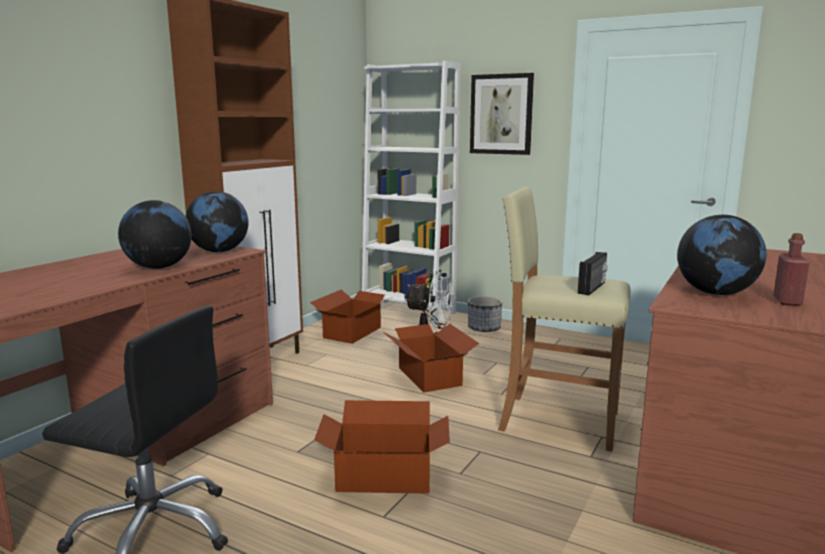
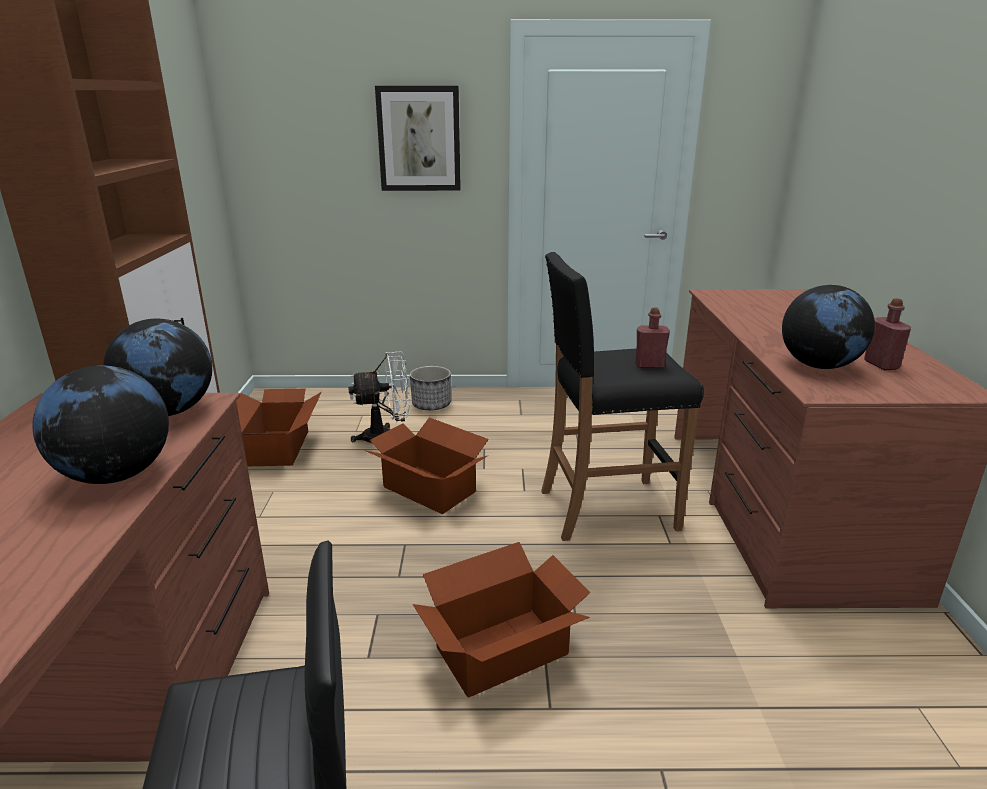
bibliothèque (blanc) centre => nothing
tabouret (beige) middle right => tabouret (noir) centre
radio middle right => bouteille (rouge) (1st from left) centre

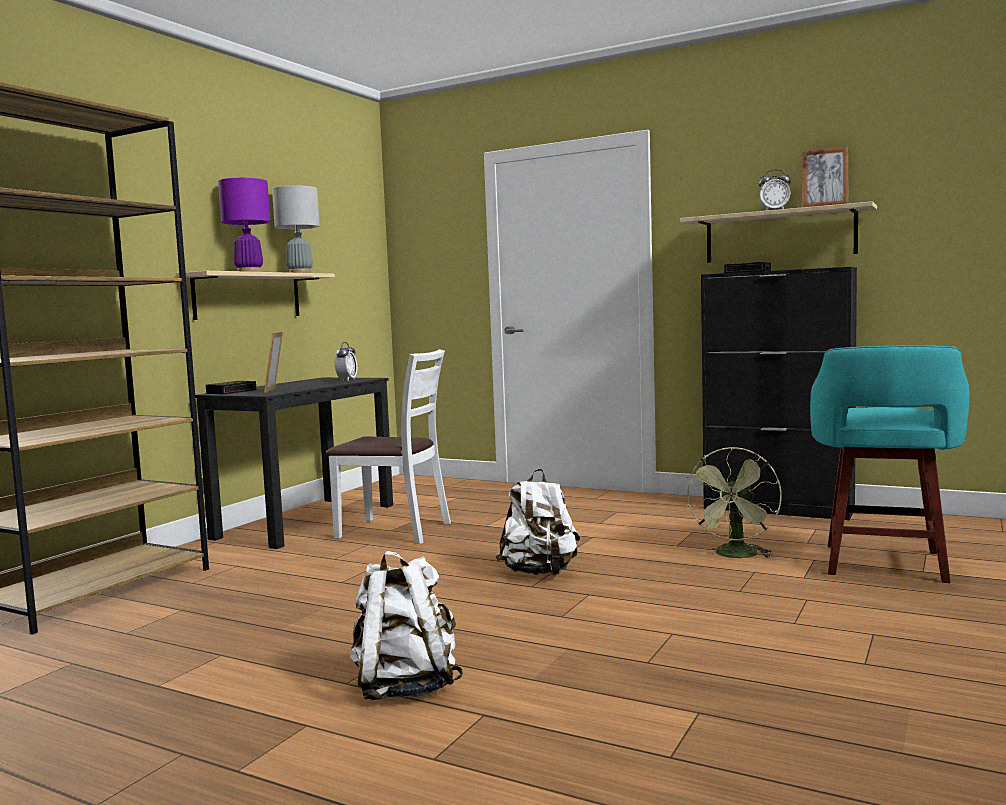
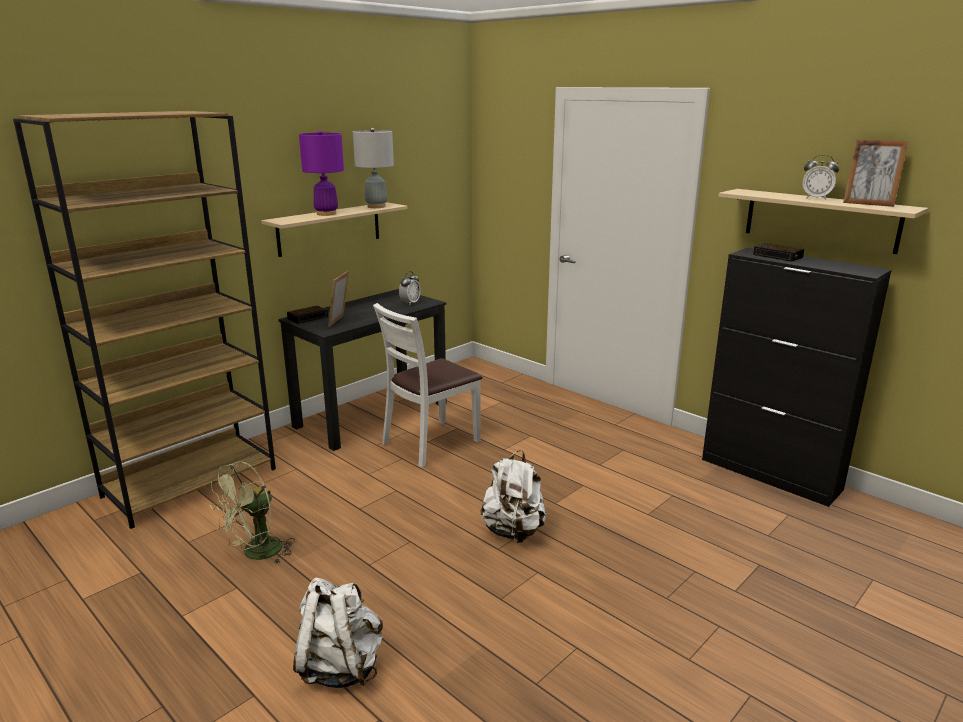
chaise (blanc) centre, 105 degrees clockwise
ventilateur (vert) middle right => ventilateur (vert) bottom left, moved
tabouret (turquoise) middle right => nothing

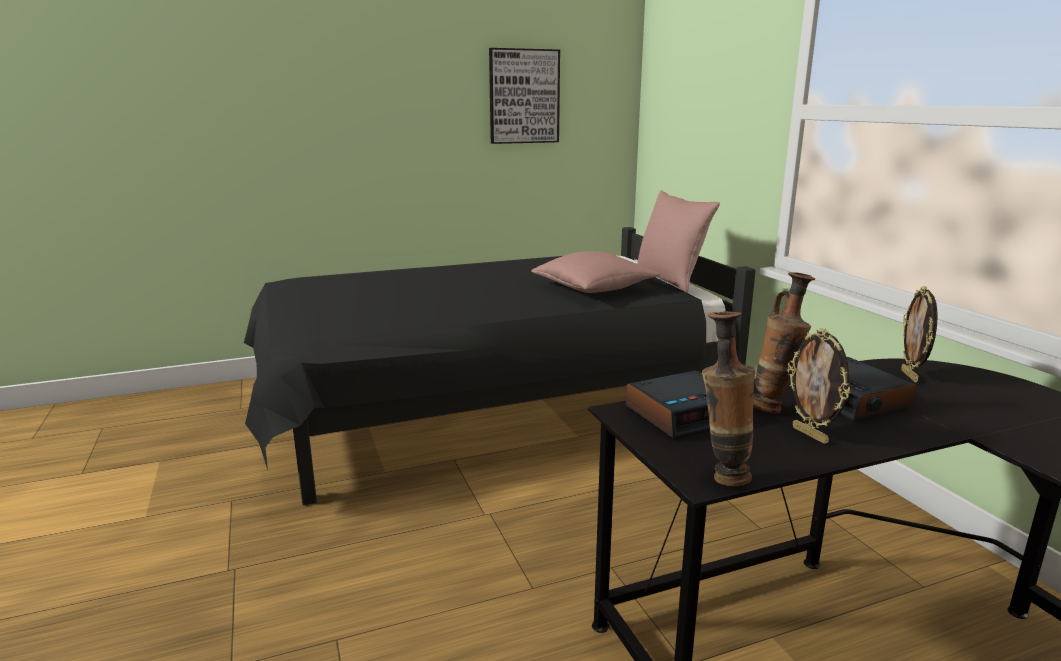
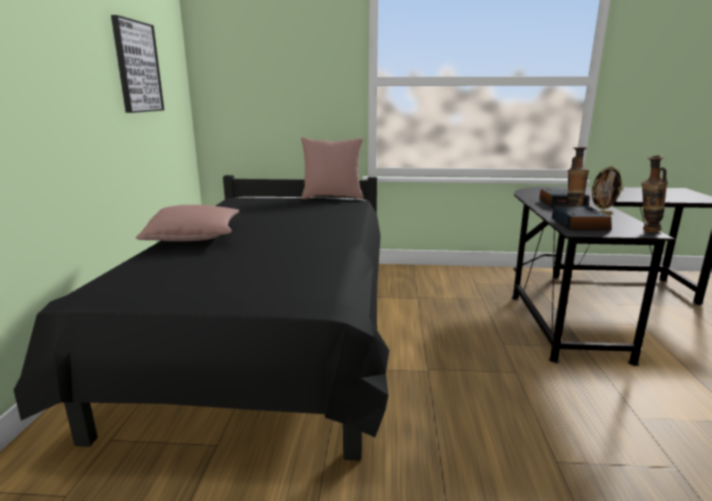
coussin (rose) (1st from left) centre => coussin (rose) (1st from left) middle left, moved
cadre photo (2nd from left) middle right => nothing

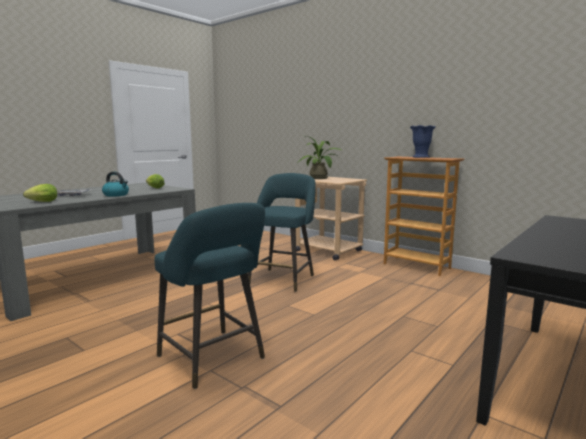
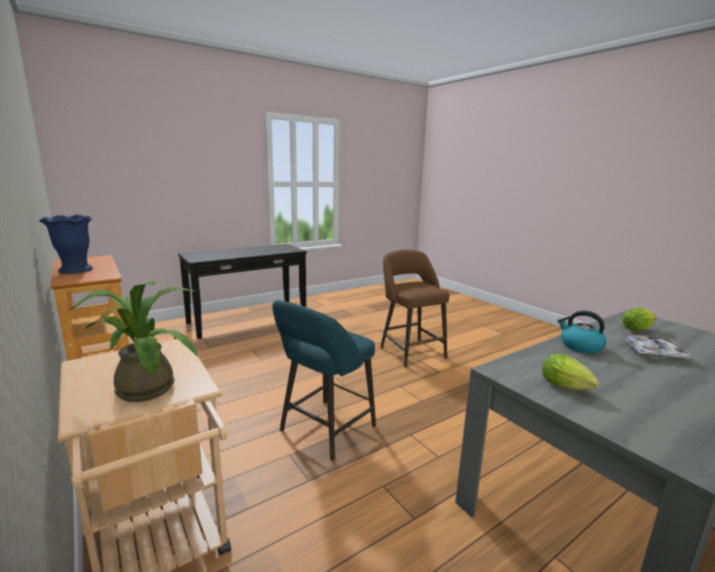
tabouret (turquoise) (1st from left) bottom centre => tabouret (marron) centre

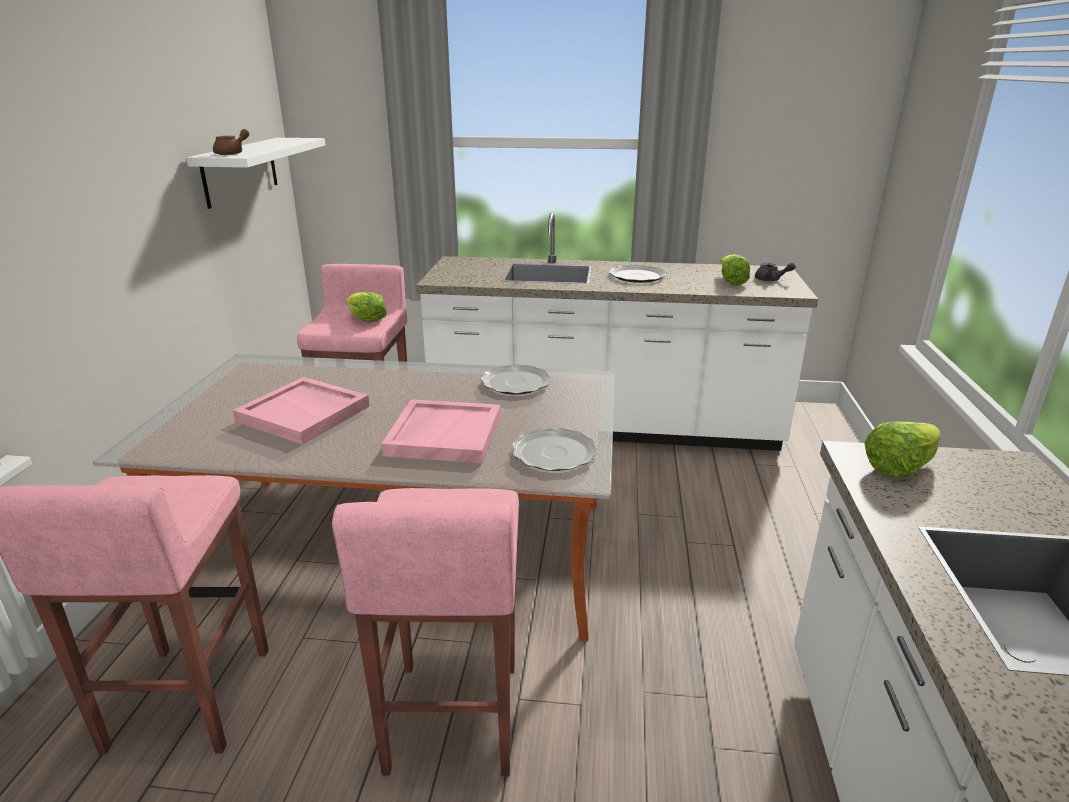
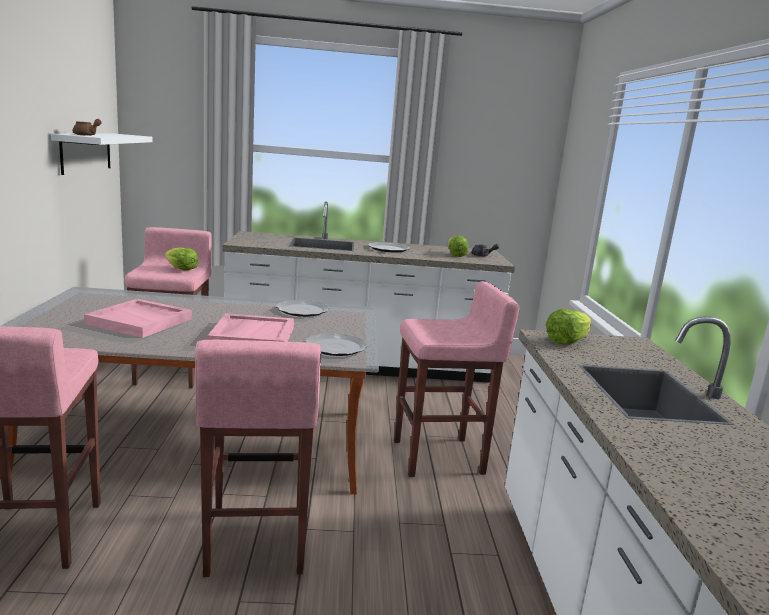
nothing => tabouret (rose) (4th from left) centre

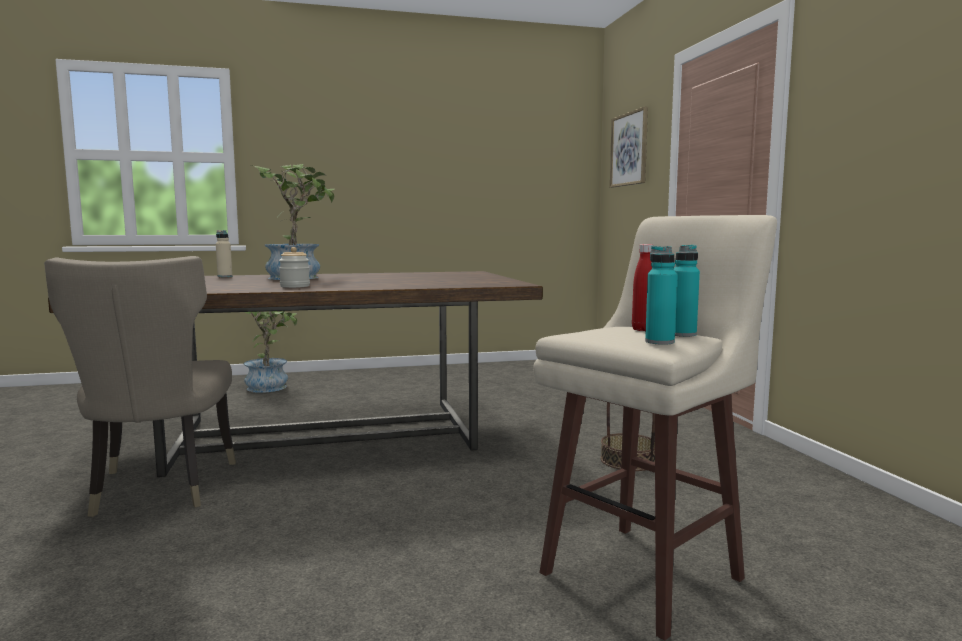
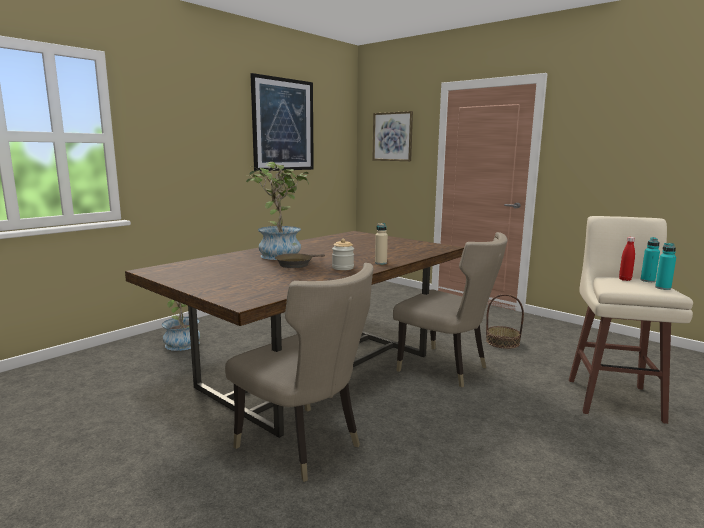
bouteille (beige) middle left => bouteille (beige) centre, moved
nothing => tableau (1st from left) top centre
nothing => poêle (marron) centre
nothing => chaise (beige) (2nd from left) centre

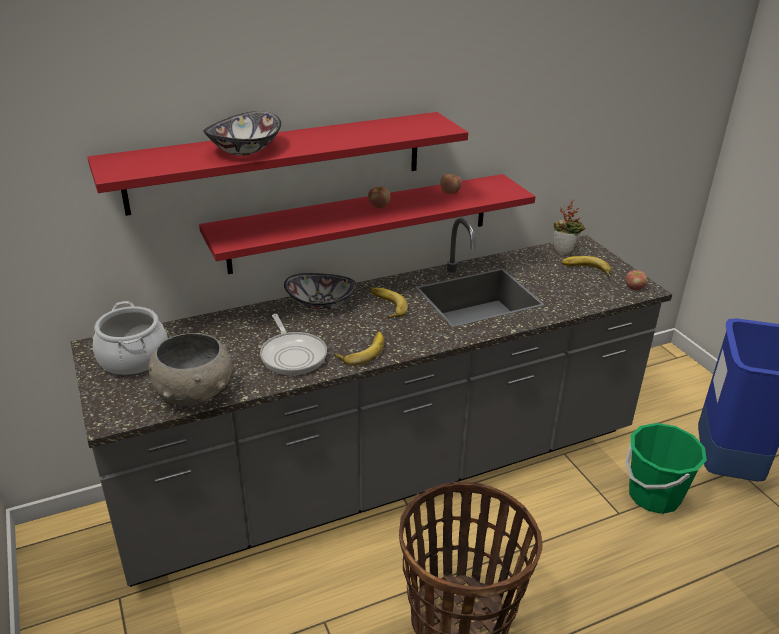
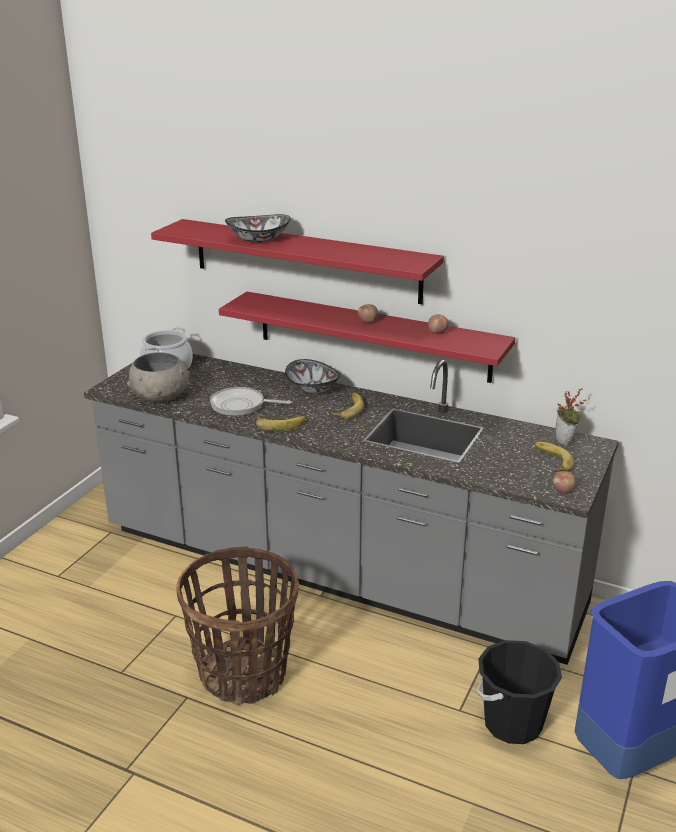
poêle centre, 75 degrees clockwise
seau (vert) bottom right => seau (noir) bottom right

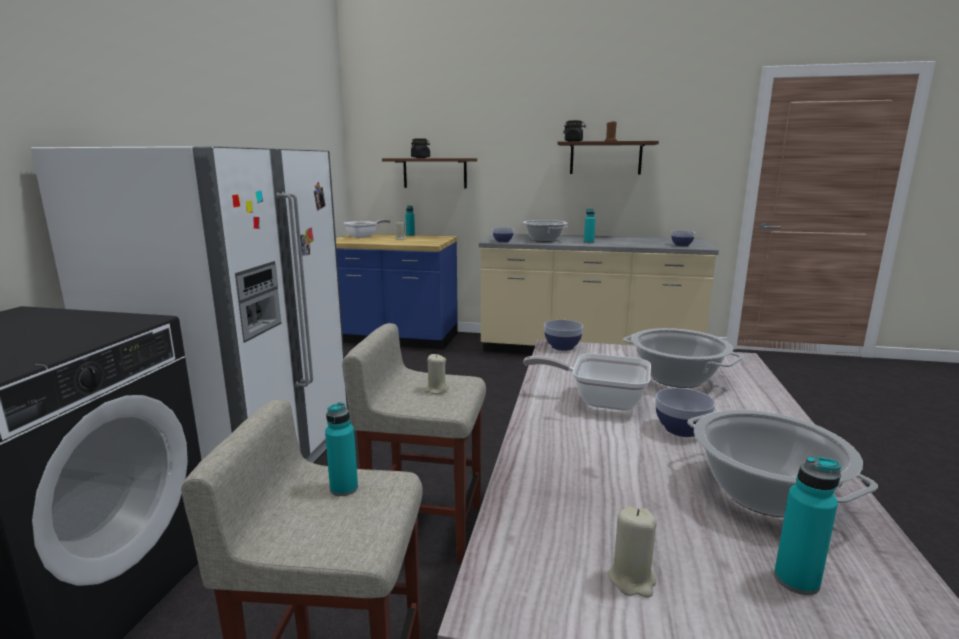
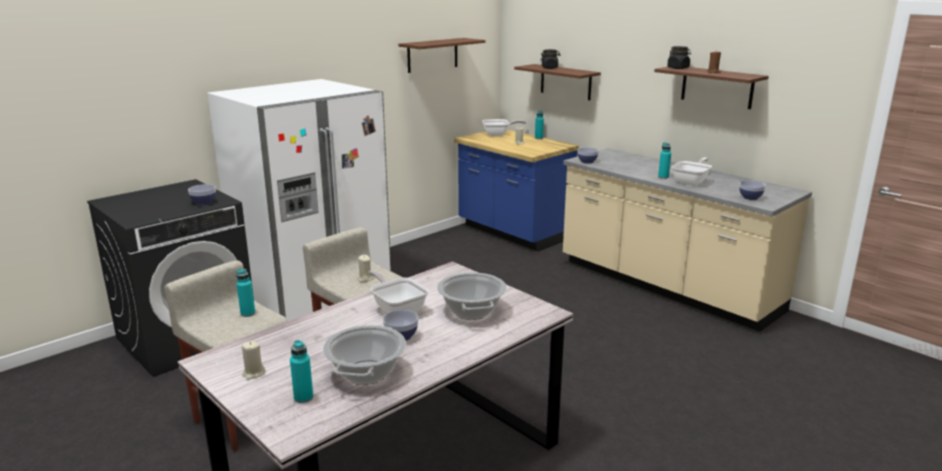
marmite (1st from left) centre => nothing
bol (2nd from left in the first image) centre => bol (1st from left) middle left, moved
nothing => étagère (marron) (1st from left) top centre
nothing => poêle (3rd from left) middle right

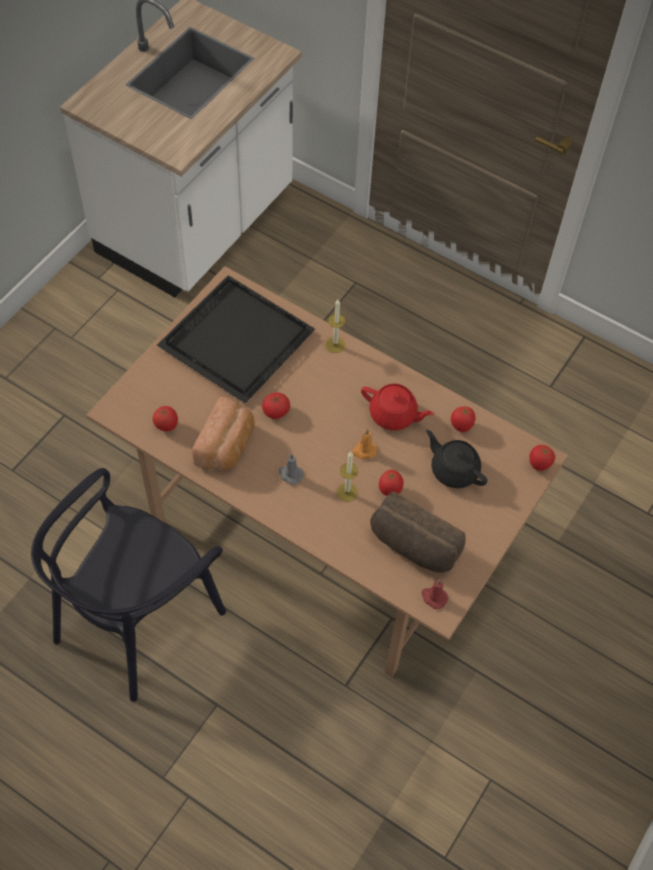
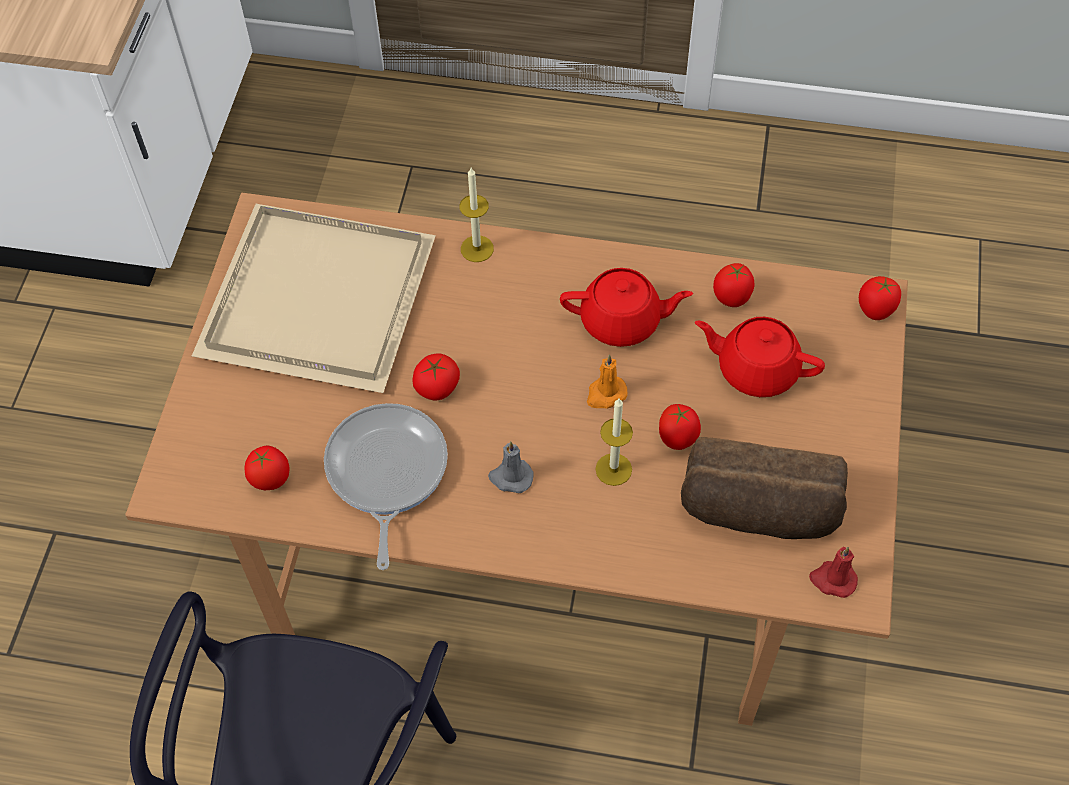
plateau (noir) centre => plateau (beige) middle left
pain (1st from left) centre => poêle centre
théière (noir) middle right => théière (rouge) (2nd from left) middle right

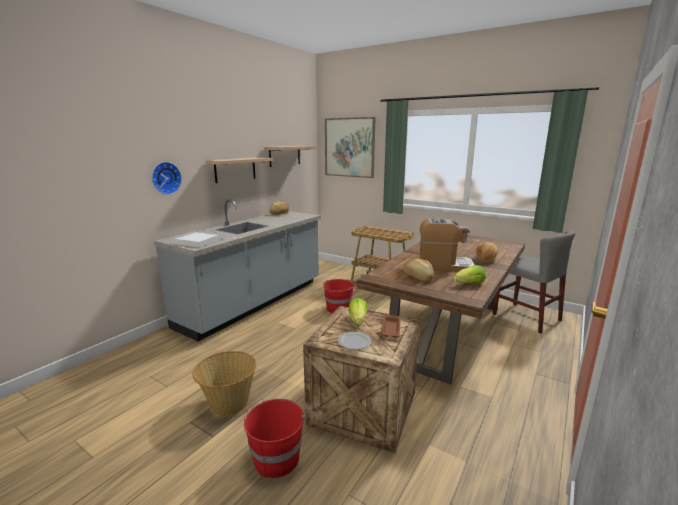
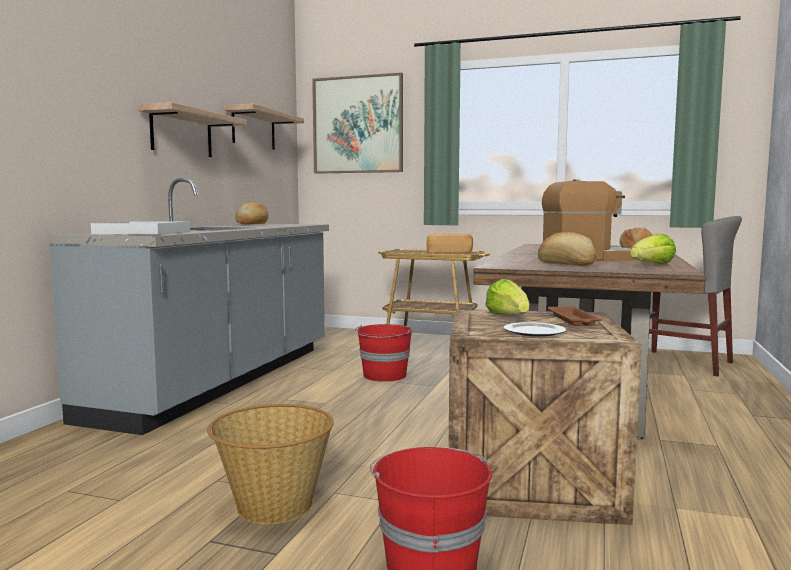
horloge murale middle left => nothing
nothing => pain (2nd from left) centre

